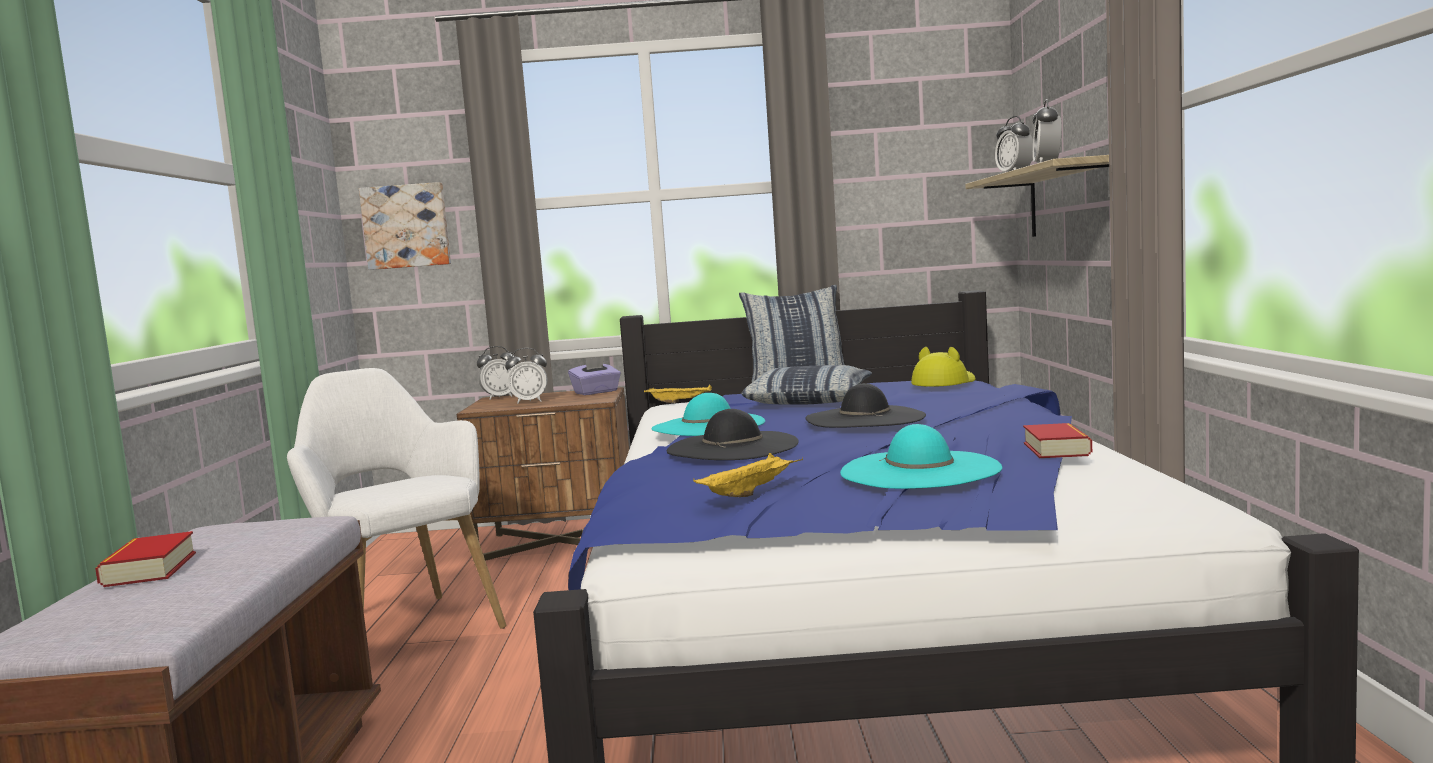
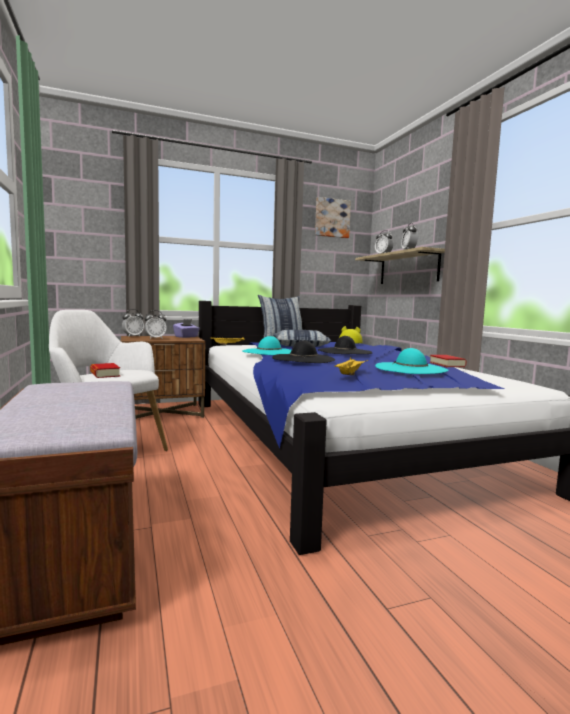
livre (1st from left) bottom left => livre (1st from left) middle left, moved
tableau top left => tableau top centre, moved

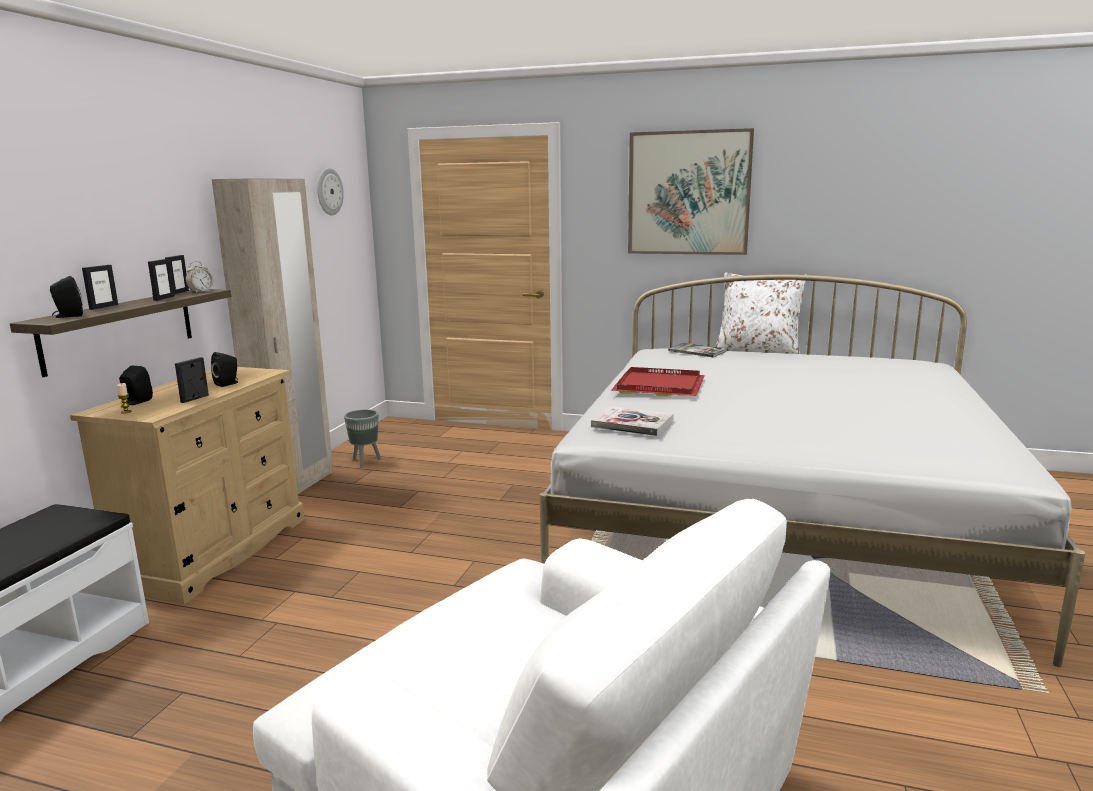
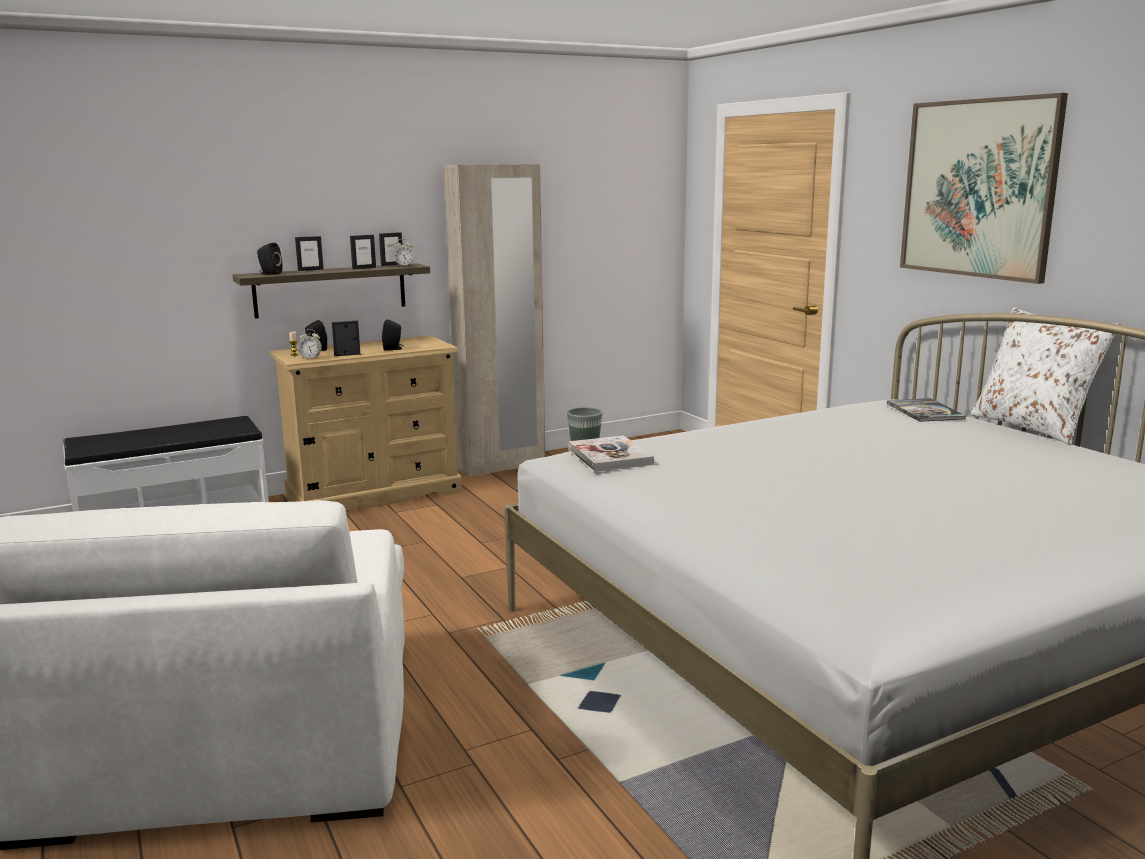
horloge murale top left => nothing
plateau (rouge) centre => nothing
nothing => réveil (1st from left) middle left

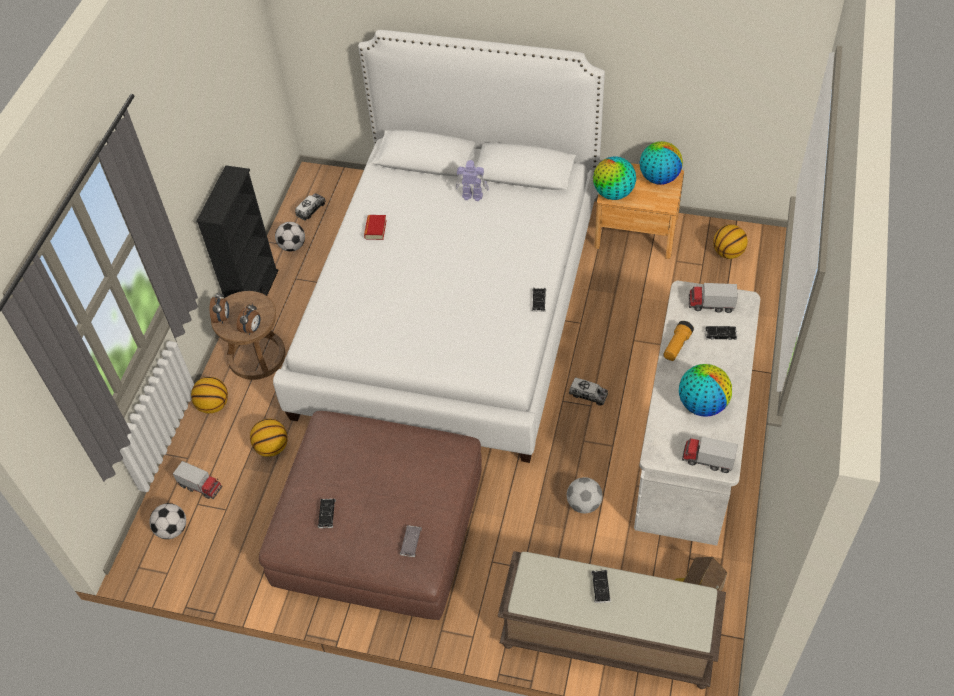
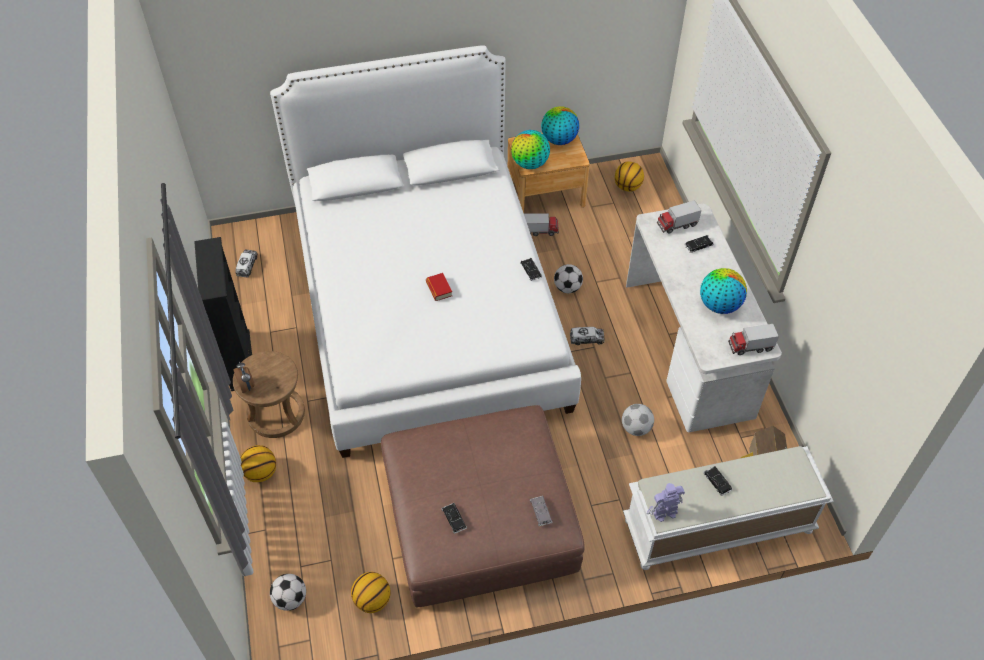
camion jouet (1st from left in the first image) bottom left => camion jouet (2nd from left) centre, moved
réveil (2nd from left) middle left => nothing
ballon de basket (2nd from left) middle left => ballon de basket (2nd from left) bottom centre, moved
ballon de foot (2nd from left) middle left => ballon de foot (2nd from left) centre, moved
livre top centre => livre centre, moved
robot jouet top centre => robot jouet bottom right, moved
banc (marron) bottom centre => banc (blanc) bottom right
lampe de poche middle right => nothing

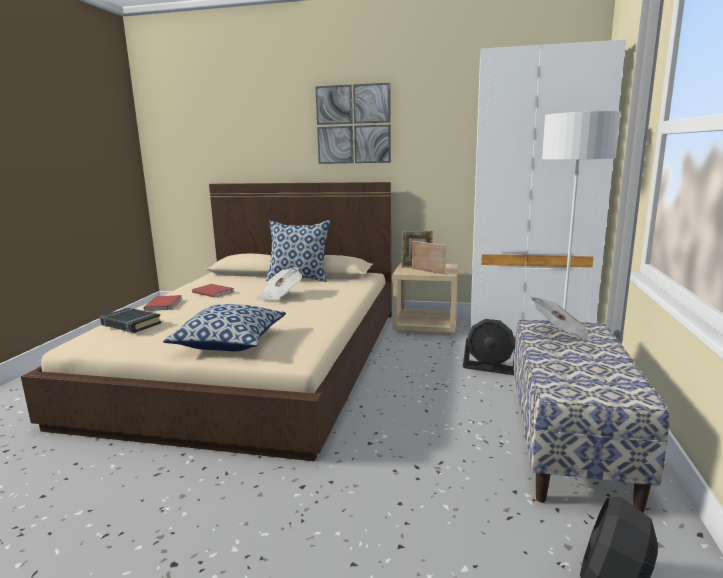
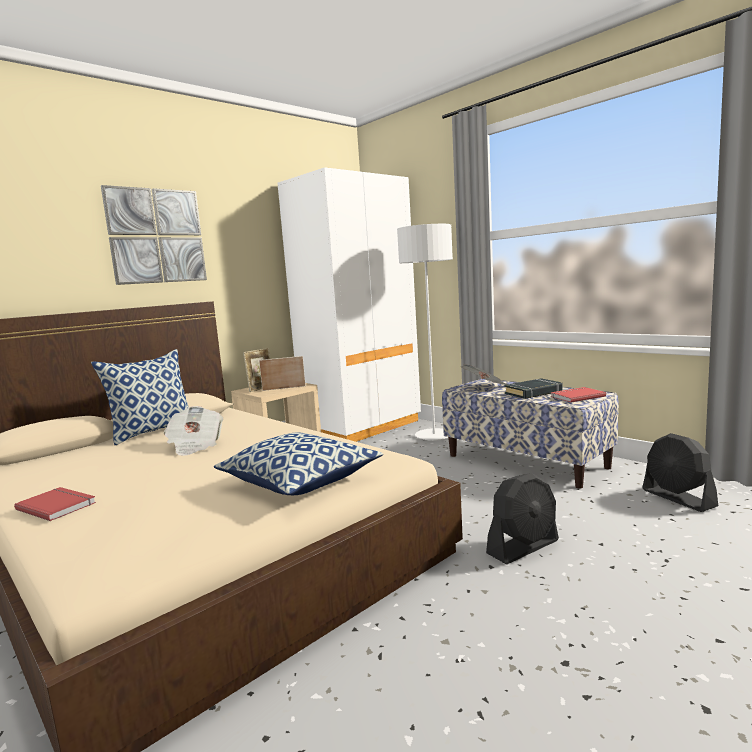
livre (noir) middle left => livre (noir) middle right, moved
livre (rouge) (2nd from left) middle left => livre (rouge) (2nd from left) middle right, moved
ventilateur (noir) (1st from left) middle right => ventilateur (noir) (1st from left) bottom right, moved

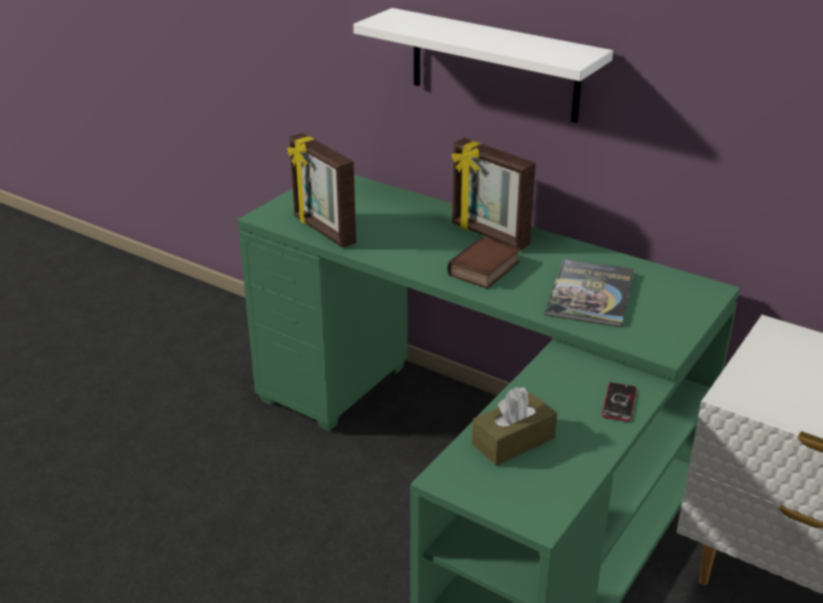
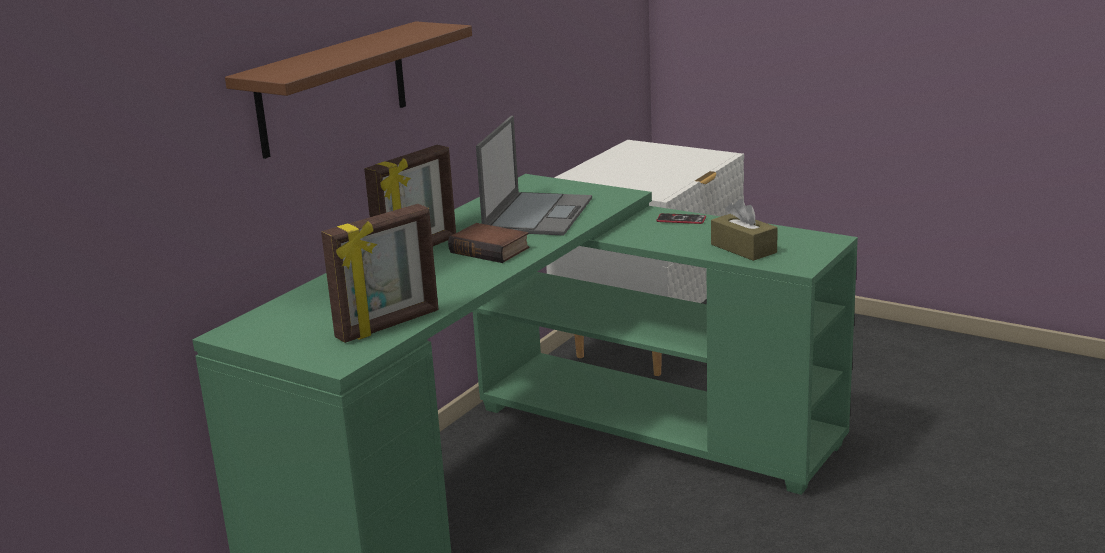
étagère (blanc) top centre => étagère (marron) top left
livre (2nd from left) middle right => ordinateur portable top centre

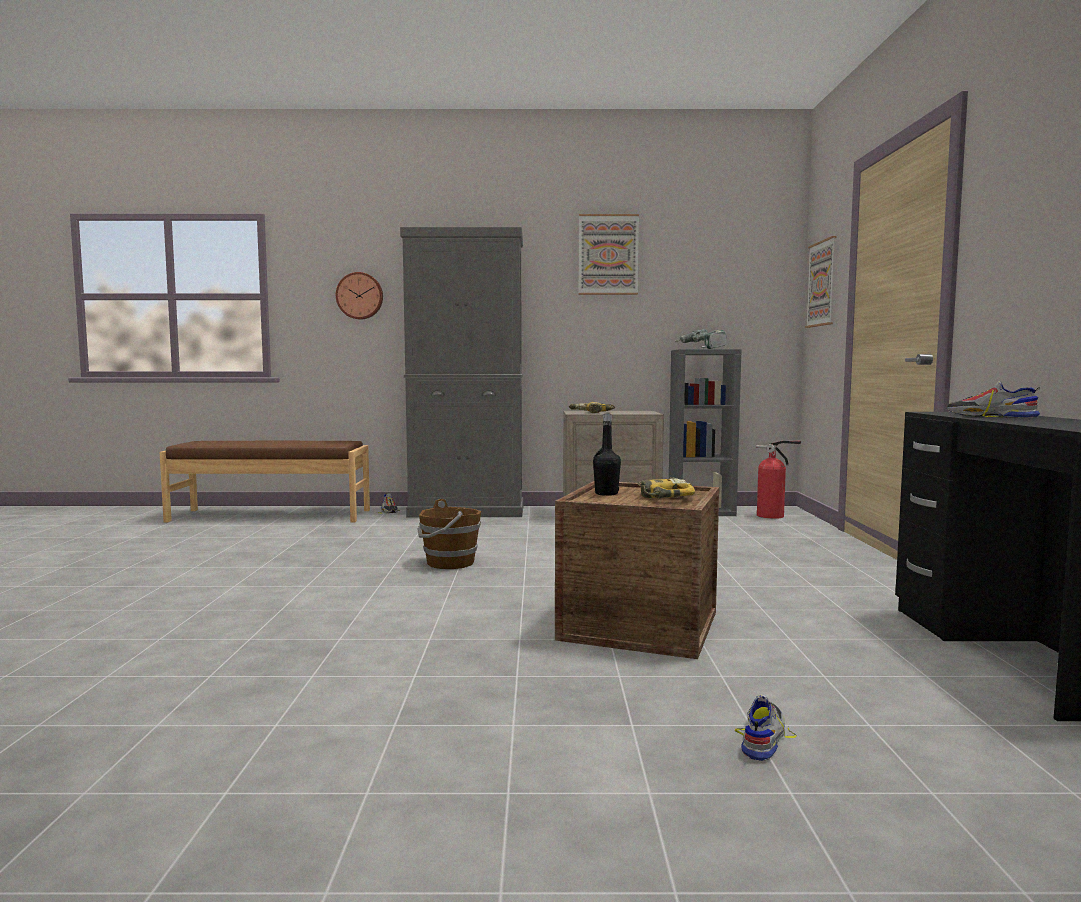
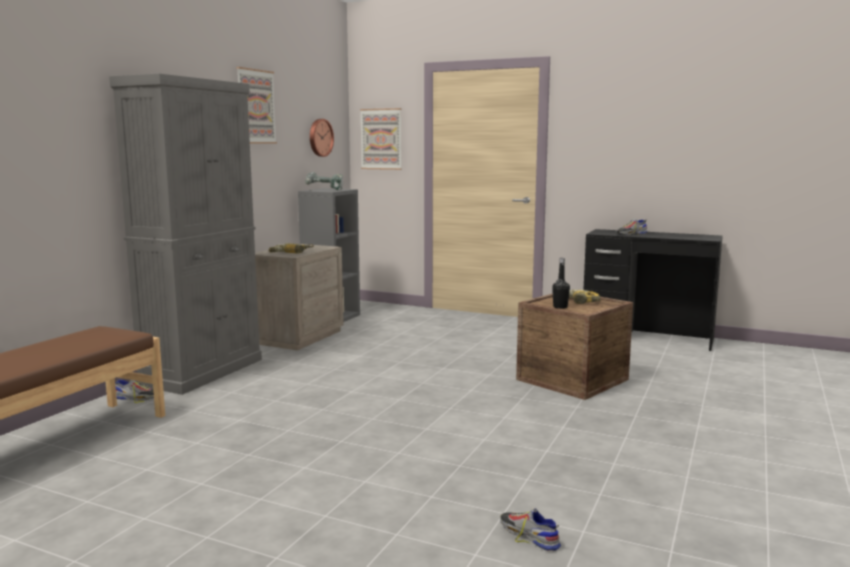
horloge murale top left => horloge murale top centre, moved
seau (marron) centre => nothing
chaussure (2nd from left) bottom right => chaussure (2nd from left) bottom centre, moved
extincteur middle right => nothing

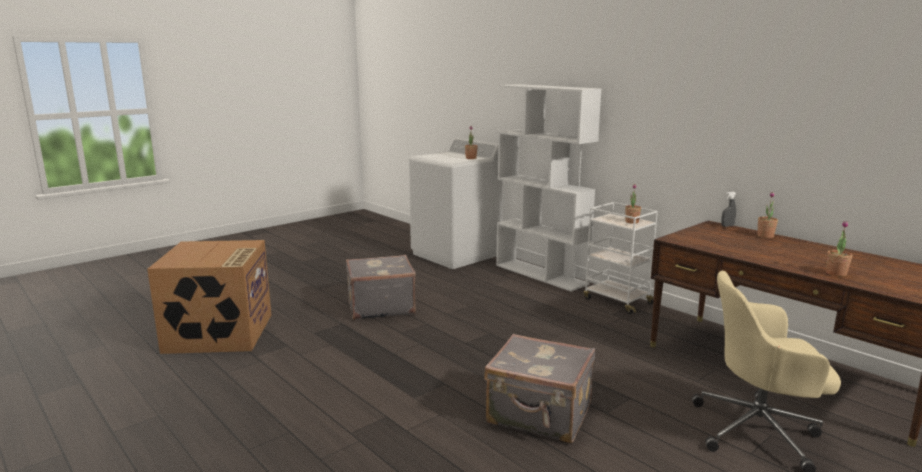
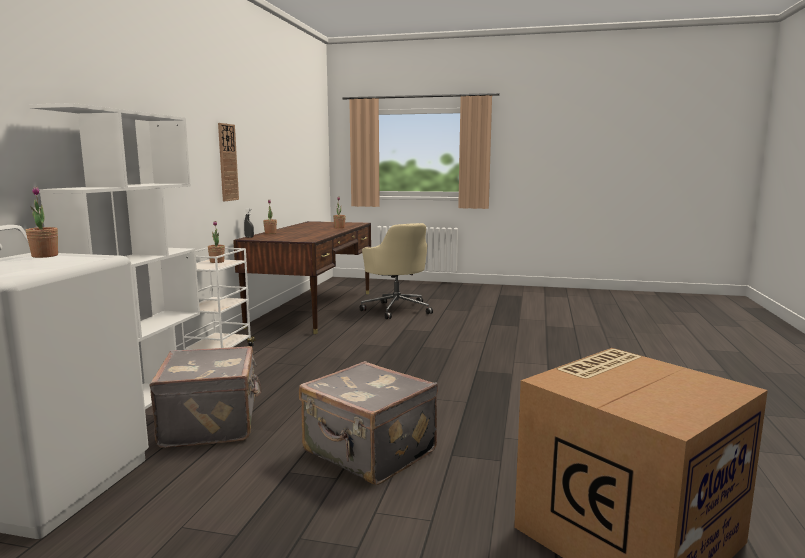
valise (gris) (2nd from left in the first image) bottom centre => valise (gris) (1st from left) bottom left, moved
nothing => horloge murale top left

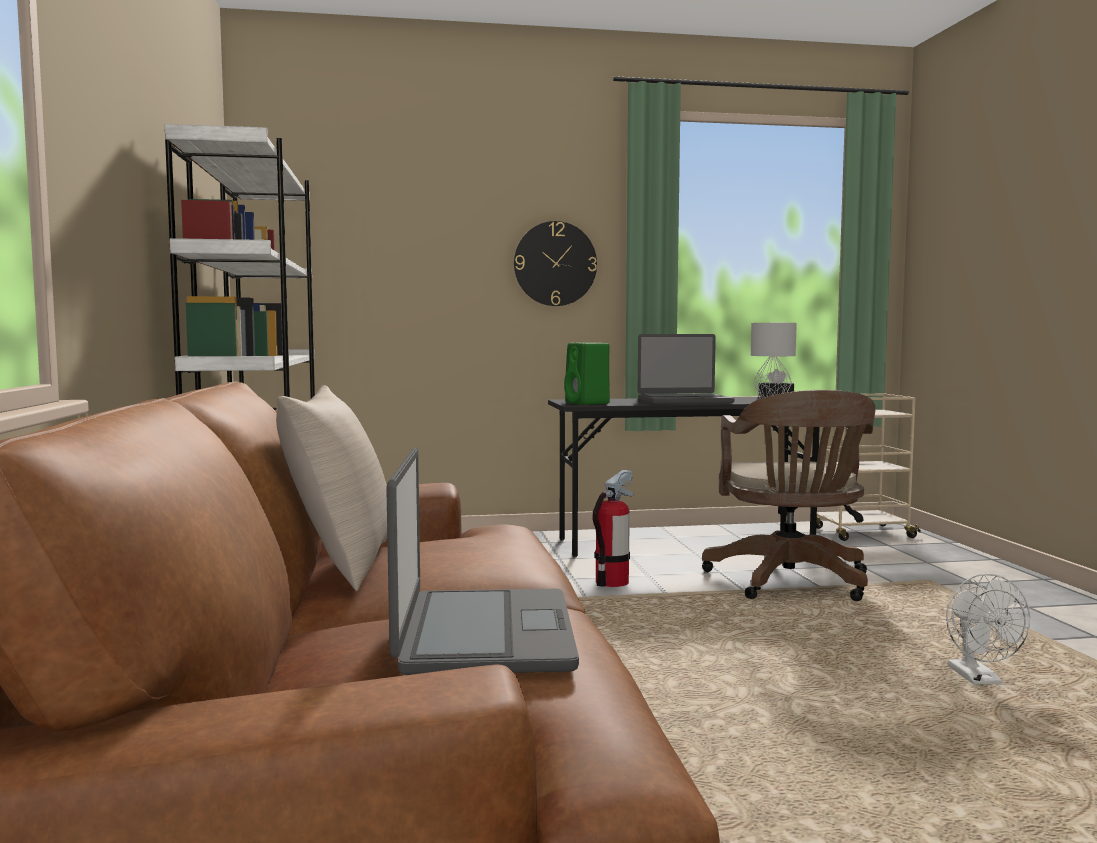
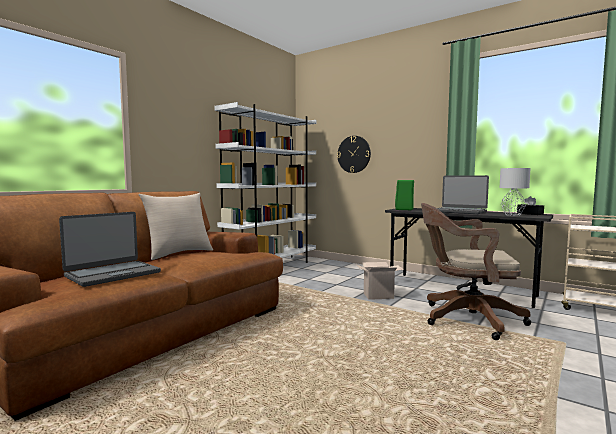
horloge murale top centre => horloge murale centre, moved
extincteur centre => carton centre
chaise de bureau (marron) middle right, 60 degrees clockwise
ventilateur (blanc) bottom right => nothing

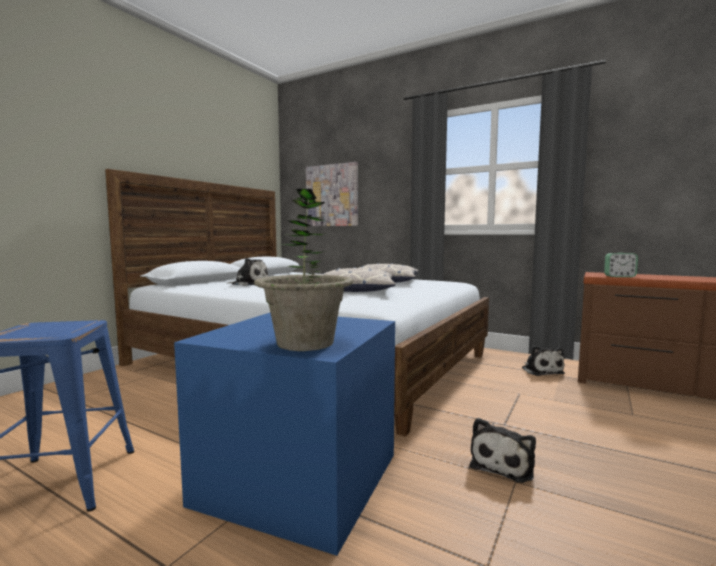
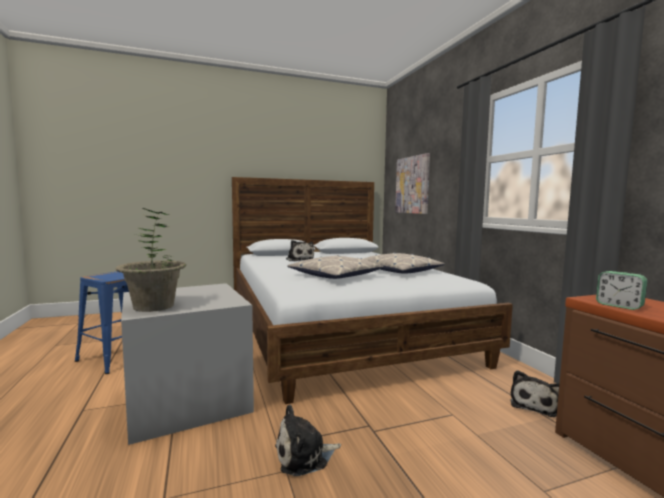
boîte de rangement (bleu) bottom centre => boîte de rangement (gris) bottom left

